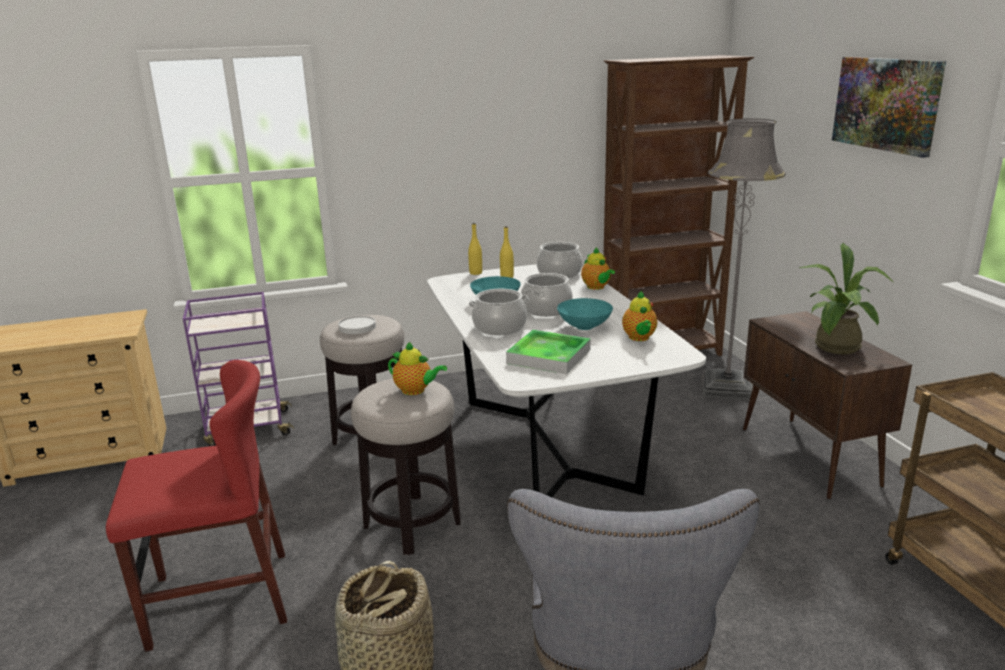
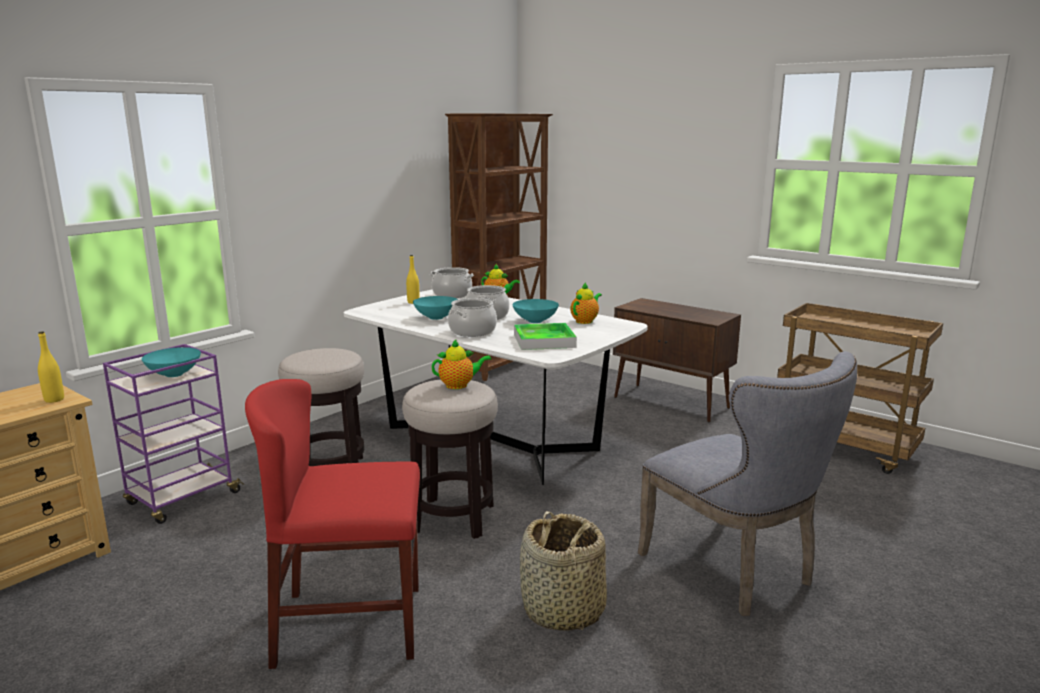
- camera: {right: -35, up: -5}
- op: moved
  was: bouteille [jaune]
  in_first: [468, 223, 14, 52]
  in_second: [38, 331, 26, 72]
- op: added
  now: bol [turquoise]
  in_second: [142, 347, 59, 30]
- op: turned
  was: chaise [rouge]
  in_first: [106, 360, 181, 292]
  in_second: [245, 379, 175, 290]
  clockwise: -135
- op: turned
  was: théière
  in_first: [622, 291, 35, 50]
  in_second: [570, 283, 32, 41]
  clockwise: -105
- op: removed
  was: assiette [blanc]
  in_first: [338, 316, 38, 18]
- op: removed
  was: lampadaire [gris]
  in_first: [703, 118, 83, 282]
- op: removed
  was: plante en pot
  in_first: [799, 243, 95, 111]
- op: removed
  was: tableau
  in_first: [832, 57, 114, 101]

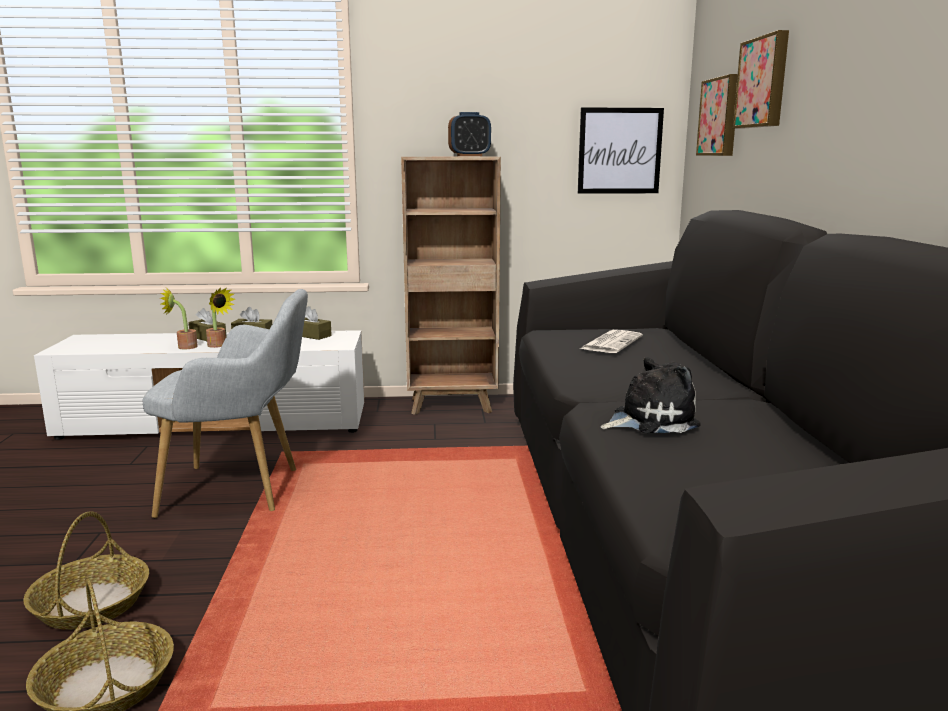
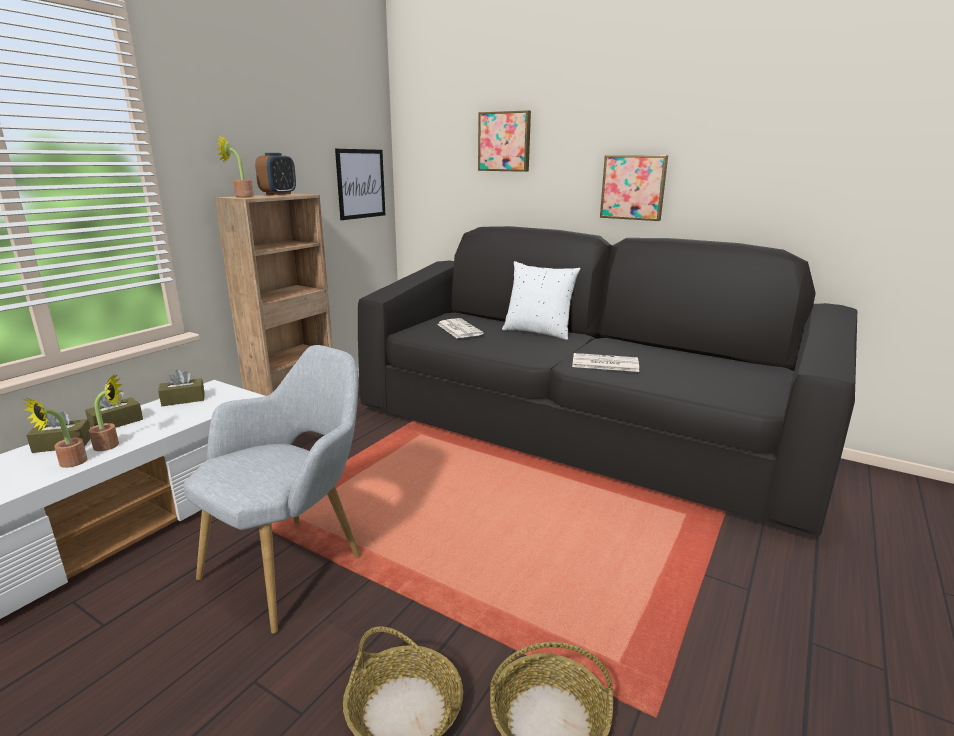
- camera: {right: -55, up: 5}
- op: added
  now: plante en pot
  in_second: [216, 135, 38, 62]
- op: added
  now: coussin [blanc]
  in_second: [502, 261, 78, 79]
- op: replaced
  was: peluche
  now: journal
  in_first: [600, 357, 101, 76]
  in_second: [572, 353, 67, 19]
- op: moved
  was: tableau
  in_first: [696, 74, 42, 82]
  in_second: [600, 155, 68, 66]

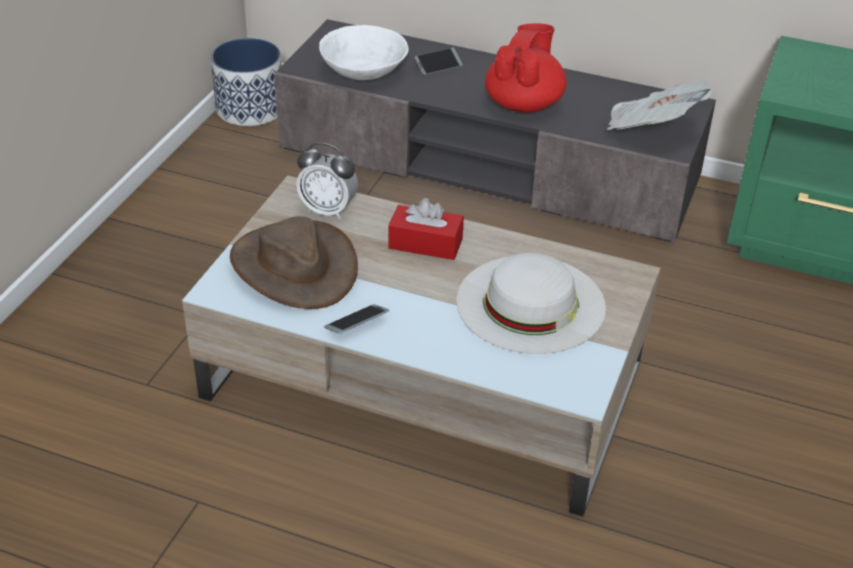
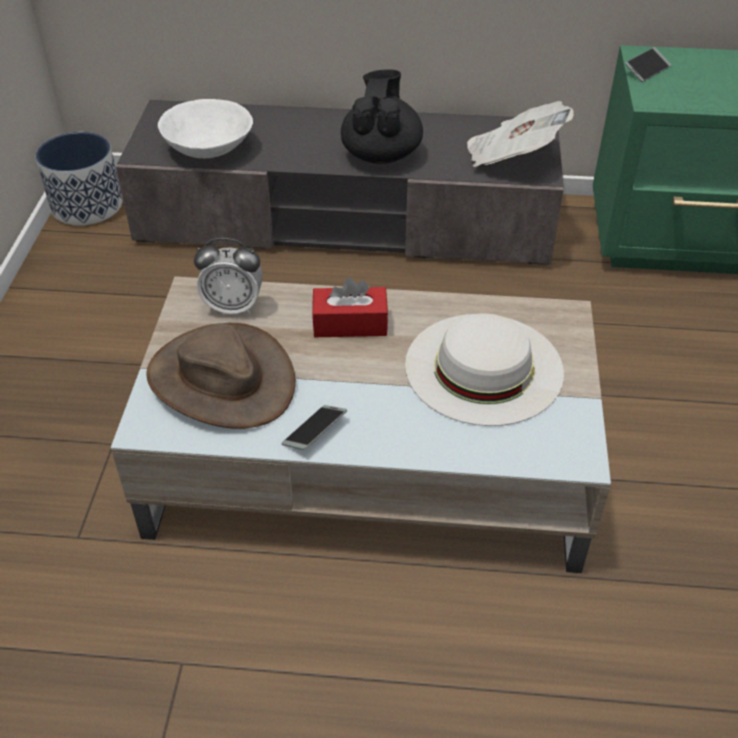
- camera: {right: -15, up: 5}
- op: recoloured
  was: théière [rouge]
  now: théière [noir]
  in_first: [485, 23, 81, 90]
  in_second: [341, 69, 82, 95]
- op: moved
  was: téléphone
  in_first: [415, 48, 48, 27]
  in_second: [625, 47, 46, 35]

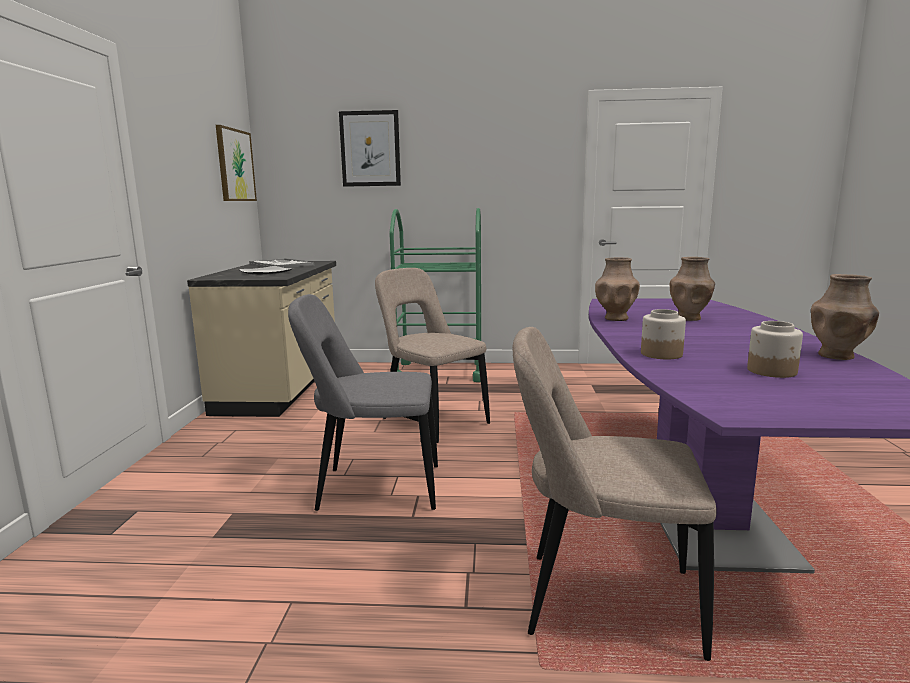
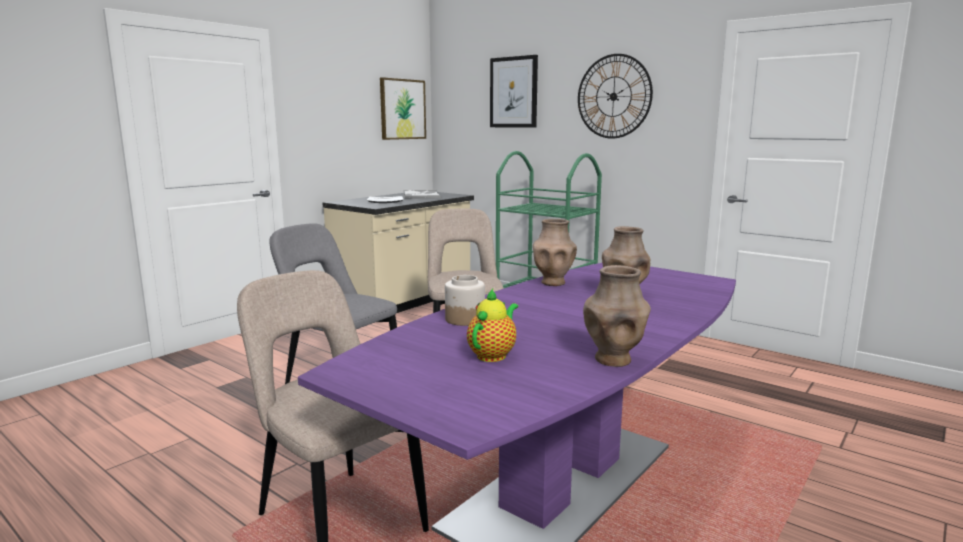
- camera: {right: 35, up: 0}
- op: replaced
  was: bocal
  now: théière
  in_first: [747, 321, 56, 57]
  in_second: [467, 289, 51, 73]
- op: added
  now: horloge murale
  in_second: [578, 54, 75, 85]

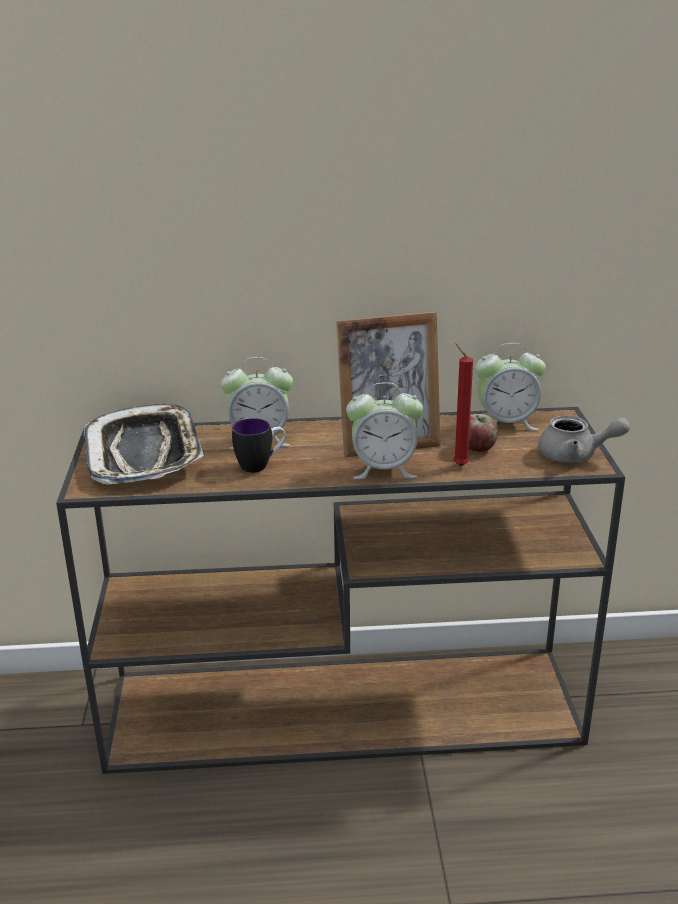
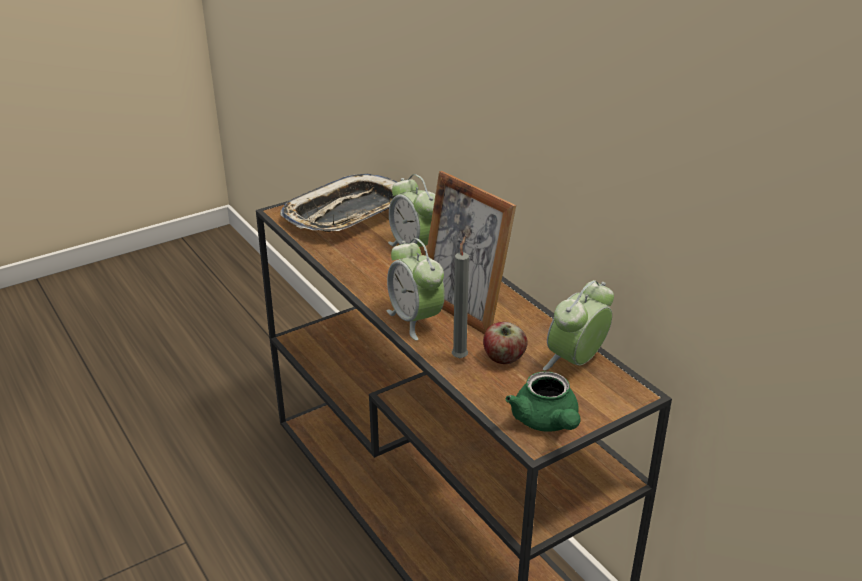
- camera: {right: 60, up: 5}
- op: recoloured
  was: bougie [rouge]
  now: bougie [gris]
  in_first: [453, 343, 20, 123]
  in_second: [452, 236, 17, 123]
- op: recoloured
  was: théière [gris]
  now: théière [vert]
  in_first: [538, 415, 92, 48]
  in_second: [505, 371, 76, 61]
- op: turned
  was: réveil
  in_first: [475, 343, 71, 88]
  in_second: [543, 280, 71, 91]
  clockwise: 75
- op: removed
  was: mug
  in_first: [232, 418, 54, 55]

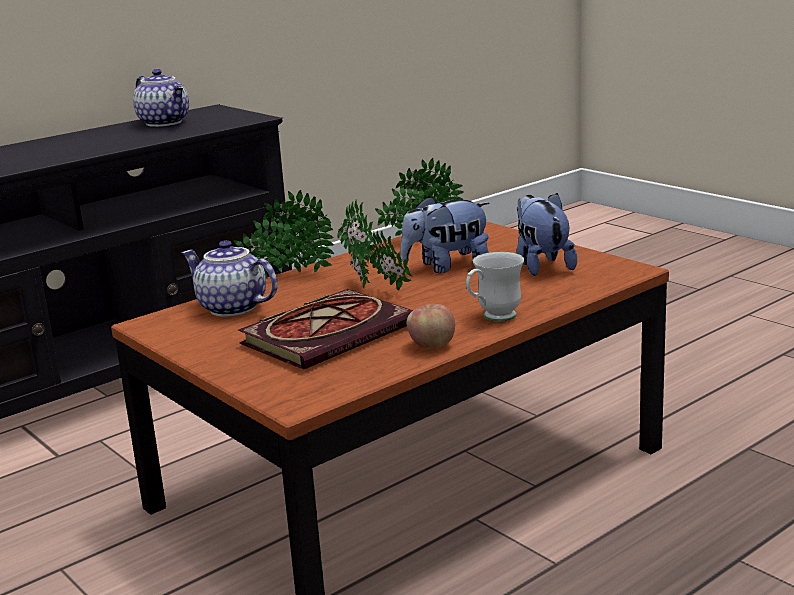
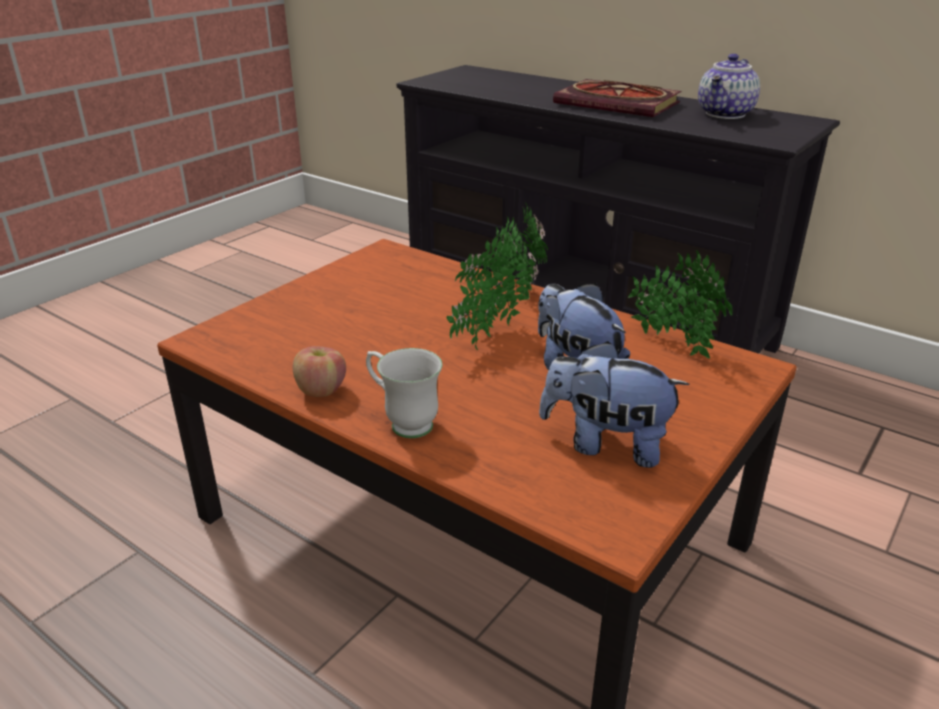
- camera: {right: 75, up: 10}
- op: turned
  was: peluche
  in_first: [517, 193, 60, 83]
  in_second: [539, 341, 151, 127]
  clockwise: -135
- op: moved
  was: livre
  in_first: [238, 289, 175, 81]
  in_second: [553, 79, 128, 38]
- op: removed
  was: théière
  in_first: [181, 240, 97, 77]

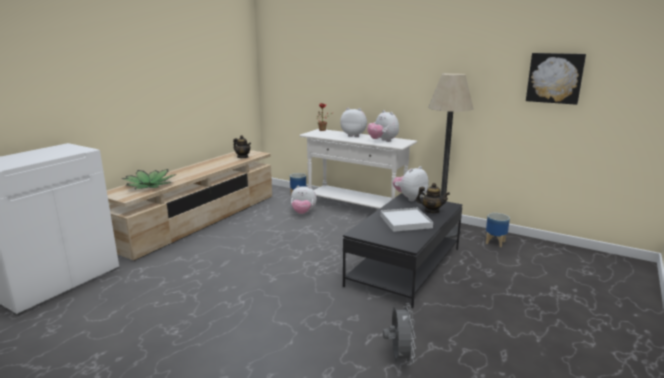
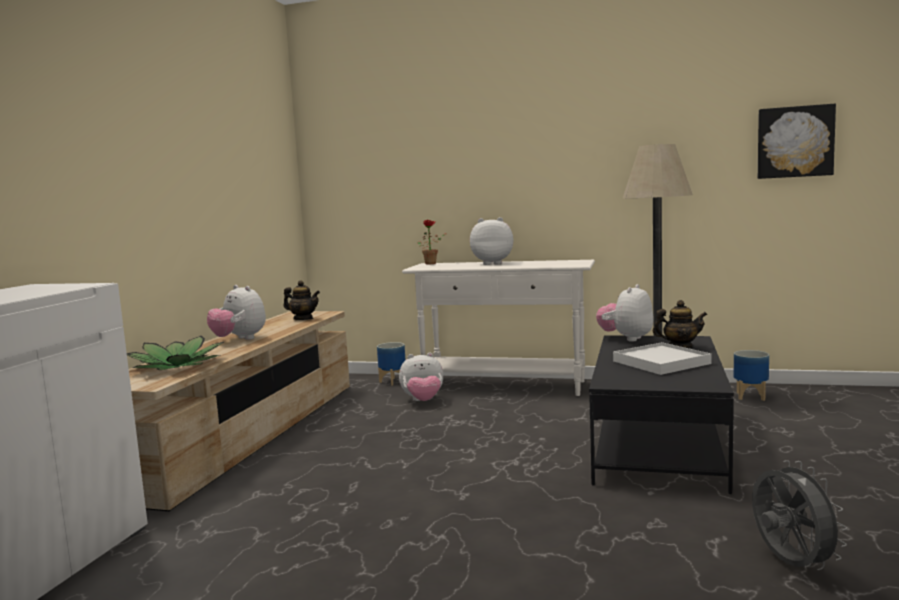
- camera: {right: -15, up: -10}
- op: moved
  was: peluche
  in_first: [367, 110, 32, 32]
  in_second: [207, 285, 59, 55]

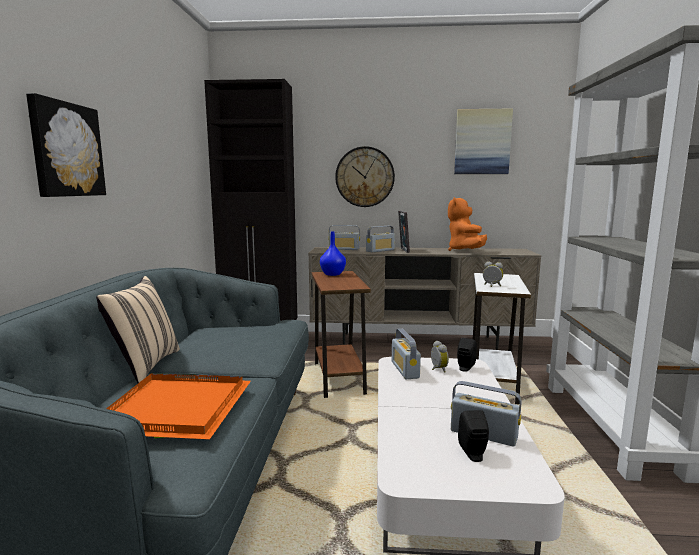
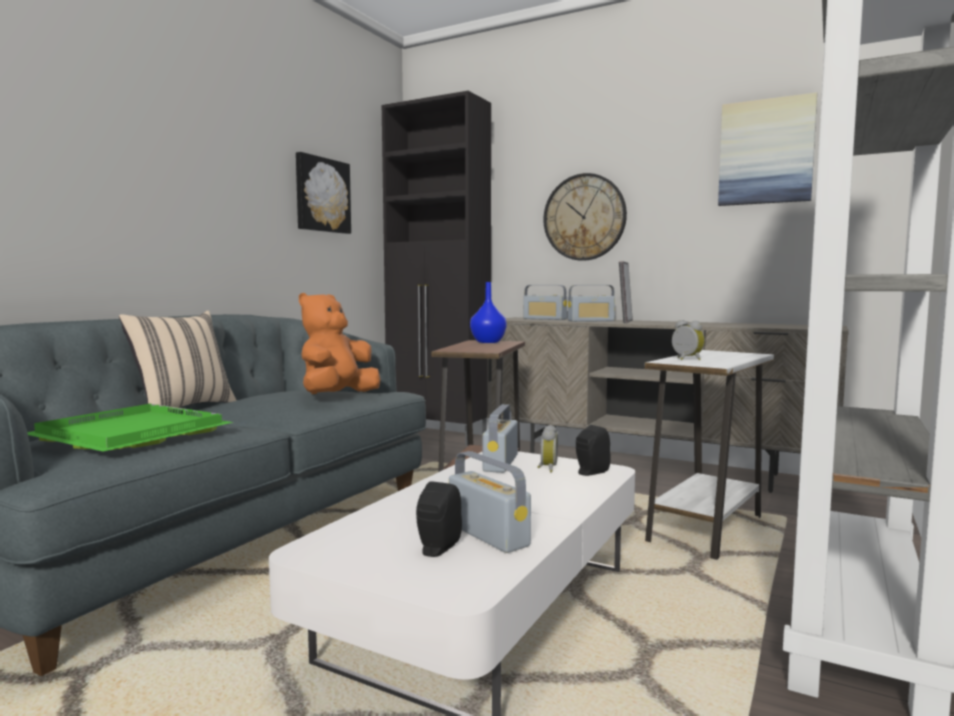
- camera: {right: 25, up: -5}
- op: recoloured
  was: plateau [orange]
  now: plateau [vert]
  in_first: [106, 373, 145, 66]
  in_second: [28, 404, 206, 48]
- op: moved
  was: tableau
  in_first: [26, 93, 80, 104]
  in_second: [296, 152, 55, 82]
- op: moved
  was: peluche [orange]
  in_first: [448, 197, 39, 54]
  in_second: [299, 293, 82, 101]

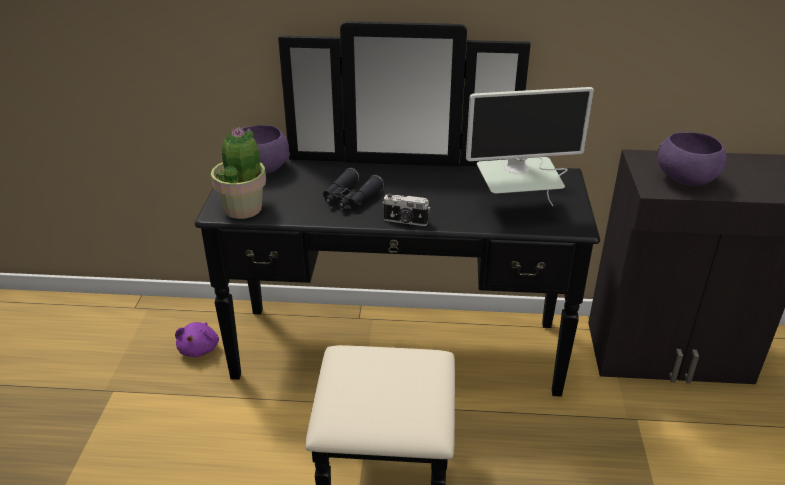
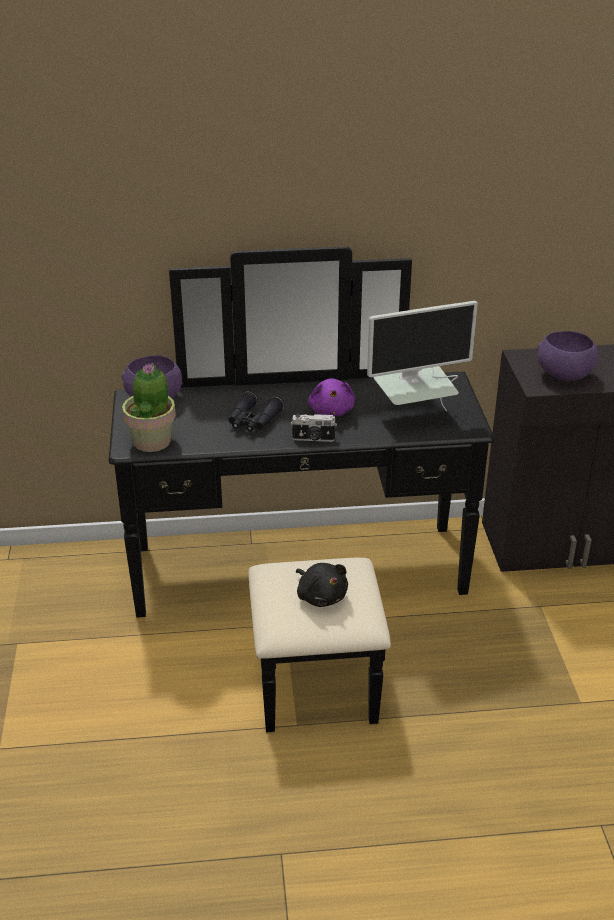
- camera: {right: -10, up: 0}
- op: added
  now: peluche [noir]
  in_second: [296, 563, 52, 44]
- op: moved
  was: peluche [violet]
  in_first: [175, 322, 44, 35]
  in_second: [308, 378, 47, 39]

